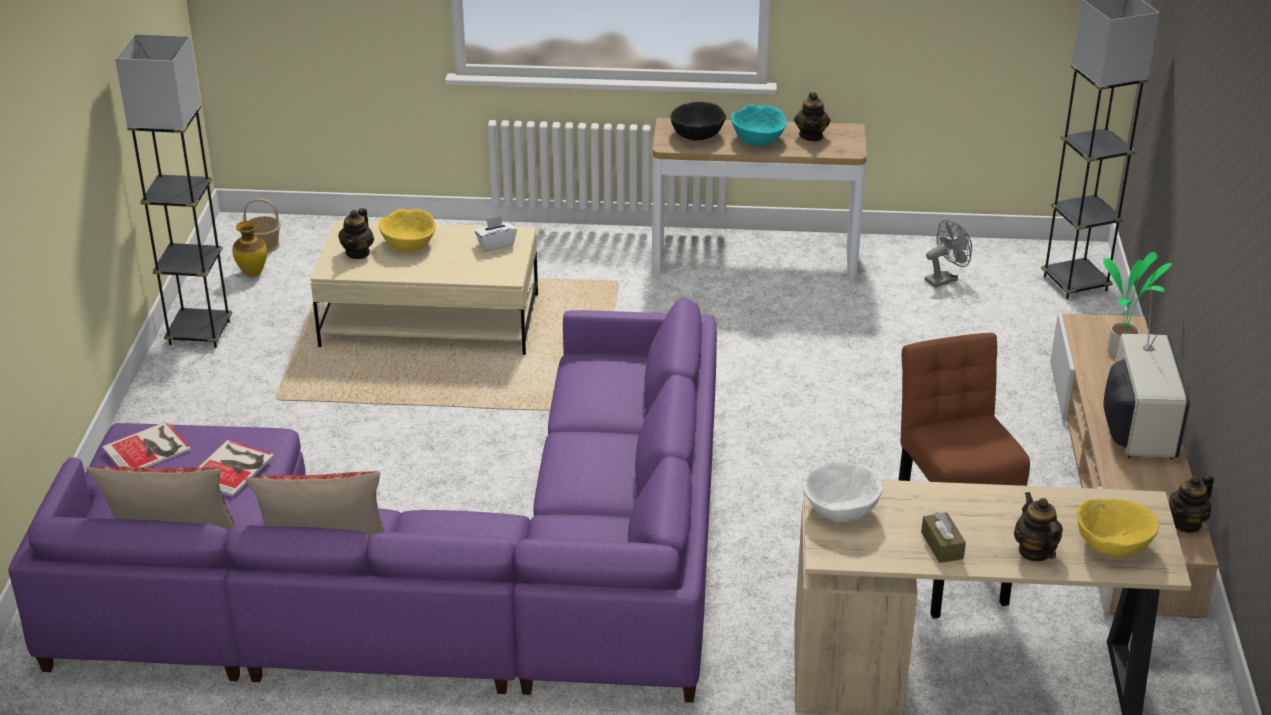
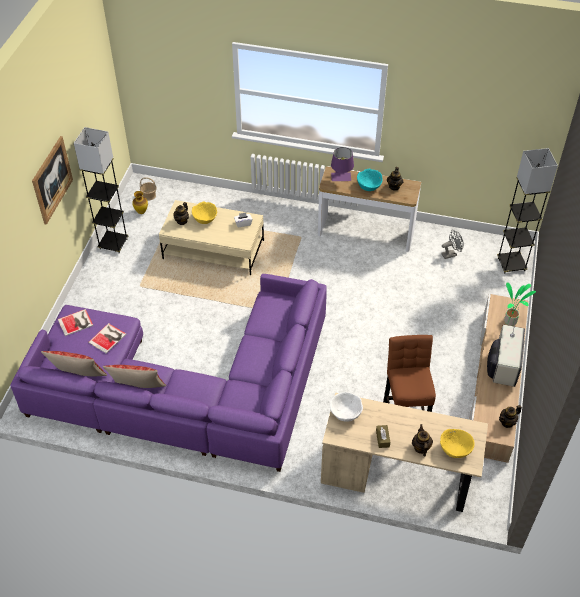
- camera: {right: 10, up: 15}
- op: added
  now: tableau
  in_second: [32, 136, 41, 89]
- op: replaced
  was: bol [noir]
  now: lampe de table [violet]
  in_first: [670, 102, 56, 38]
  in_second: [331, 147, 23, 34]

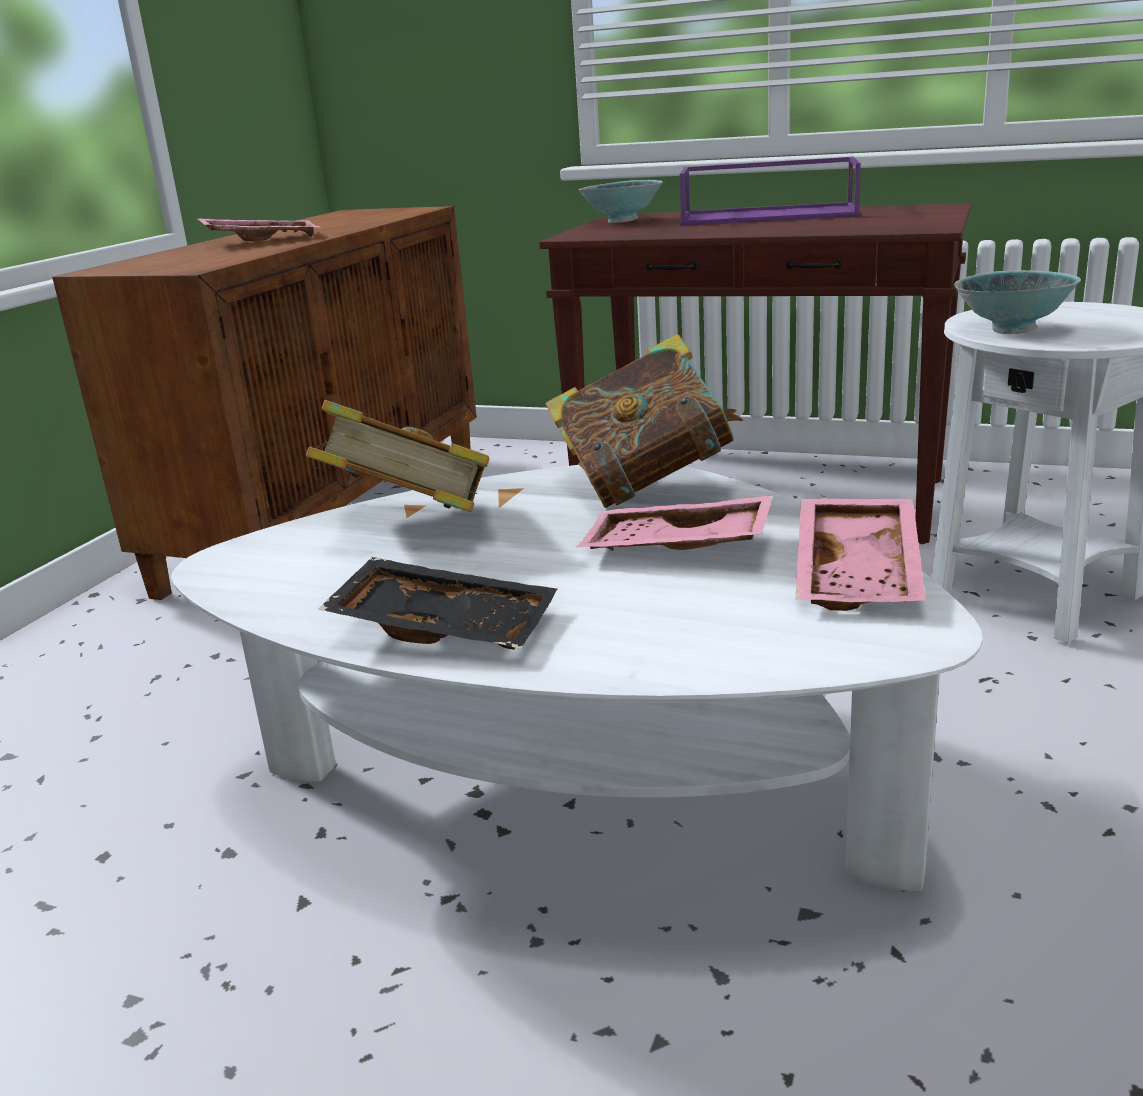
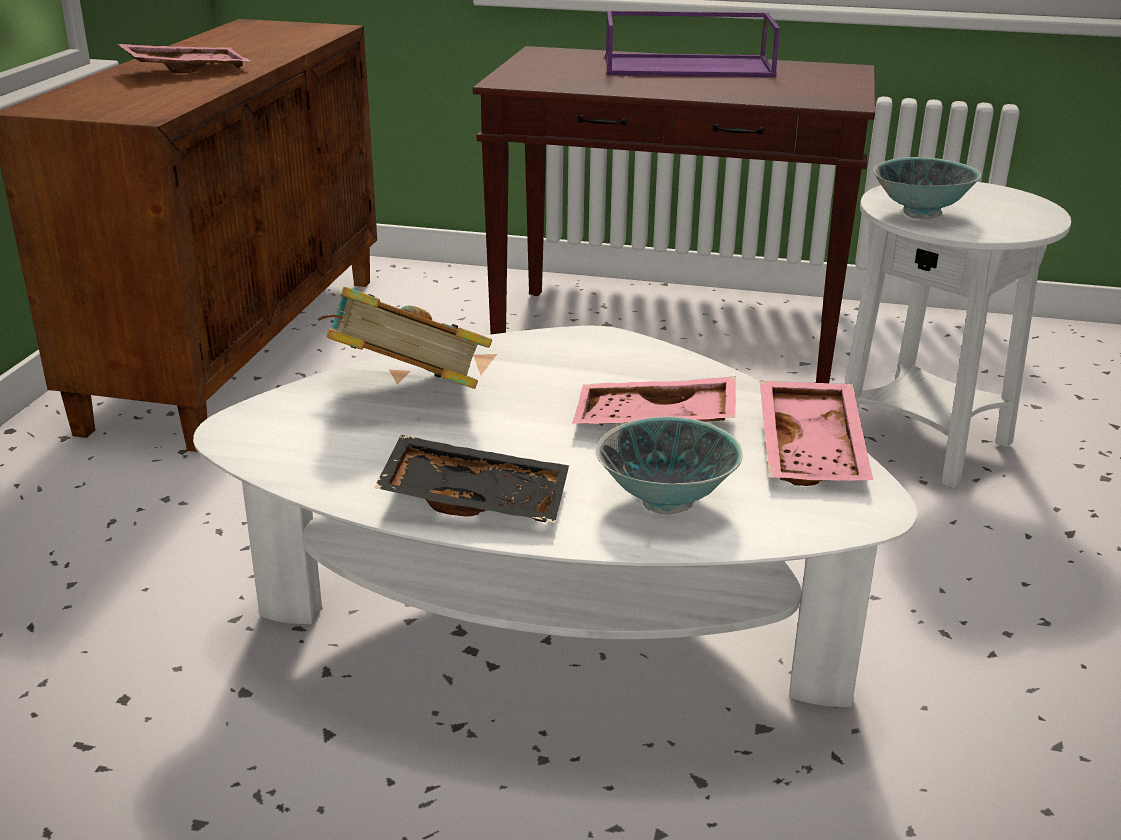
- camera: {right: -10, up: 5}
- op: moved
  was: bol
  in_first: [578, 180, 85, 43]
  in_second: [596, 416, 147, 98]
- op: removed
  was: livre
  in_first: [545, 334, 198, 174]

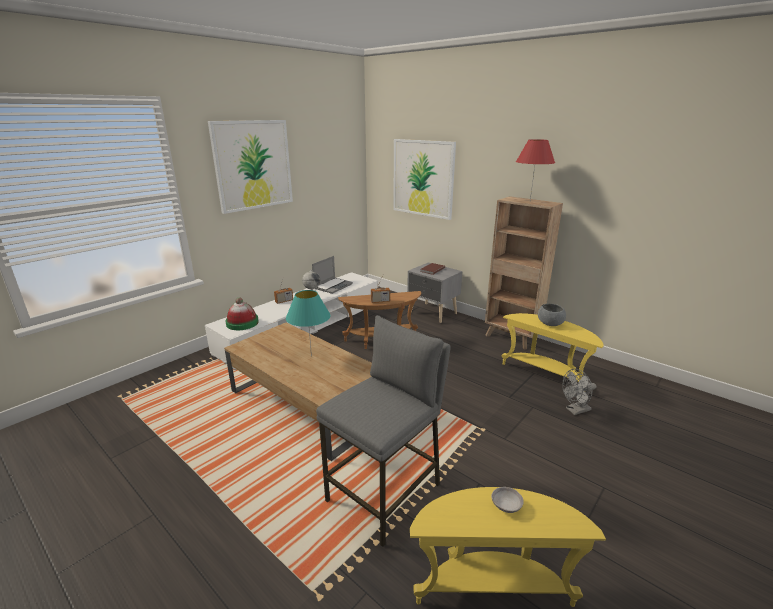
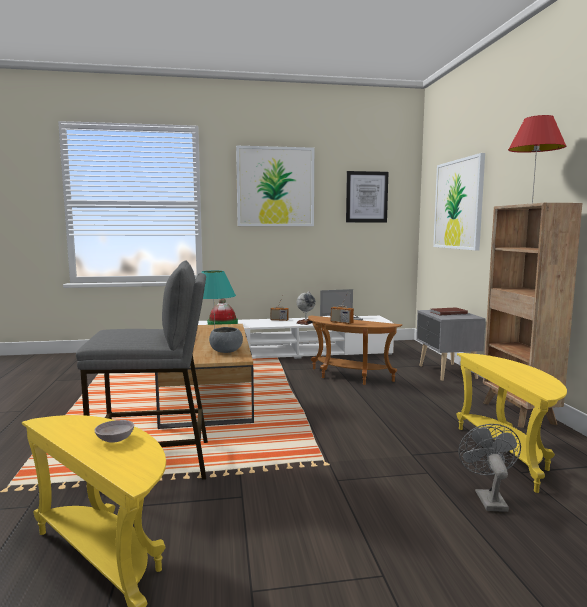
- camera: {right: 40, up: -15}
- op: moved
  was: bol [gris]
  in_first: [538, 304, 28, 22]
  in_second: [209, 327, 34, 26]
- op: added
  now: tableau
  in_second: [346, 171, 42, 51]
- op: turned
  was: ventilateur [gris]
  in_first: [562, 369, 34, 46]
  in_second: [459, 424, 62, 88]
  clockwise: 75

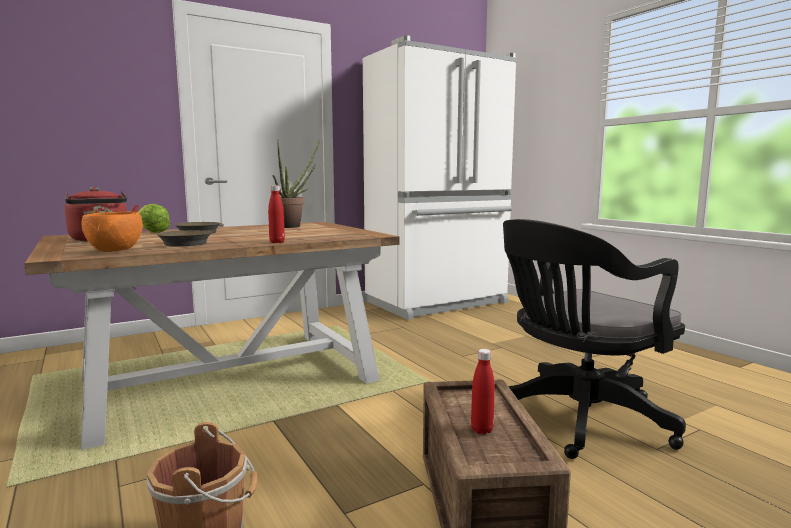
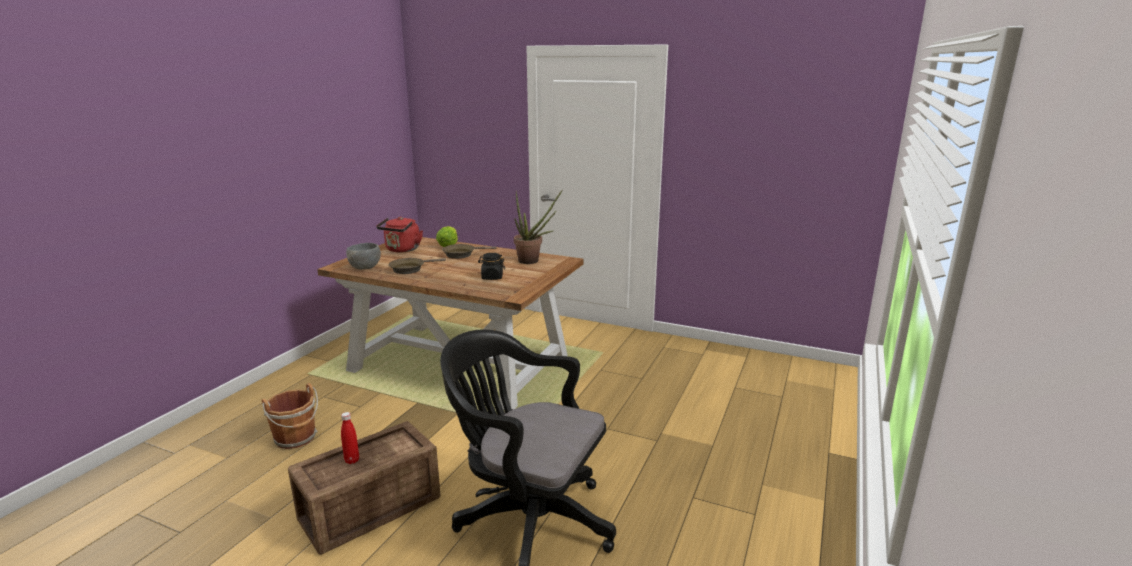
- camera: {right: 55, up: 10}
- op: recoloured
  was: bol [orange]
  now: bol [gris]
  in_first: [81, 212, 62, 40]
  in_second: [346, 243, 35, 26]
- op: added
  now: bocal [noir]
  in_second: [478, 253, 27, 27]
- op: removed
  was: bouteille [rouge]
  in_first: [268, 185, 17, 58]
- op: removed
  was: réfrigérateur [blanc]
  in_first: [363, 35, 154, 285]

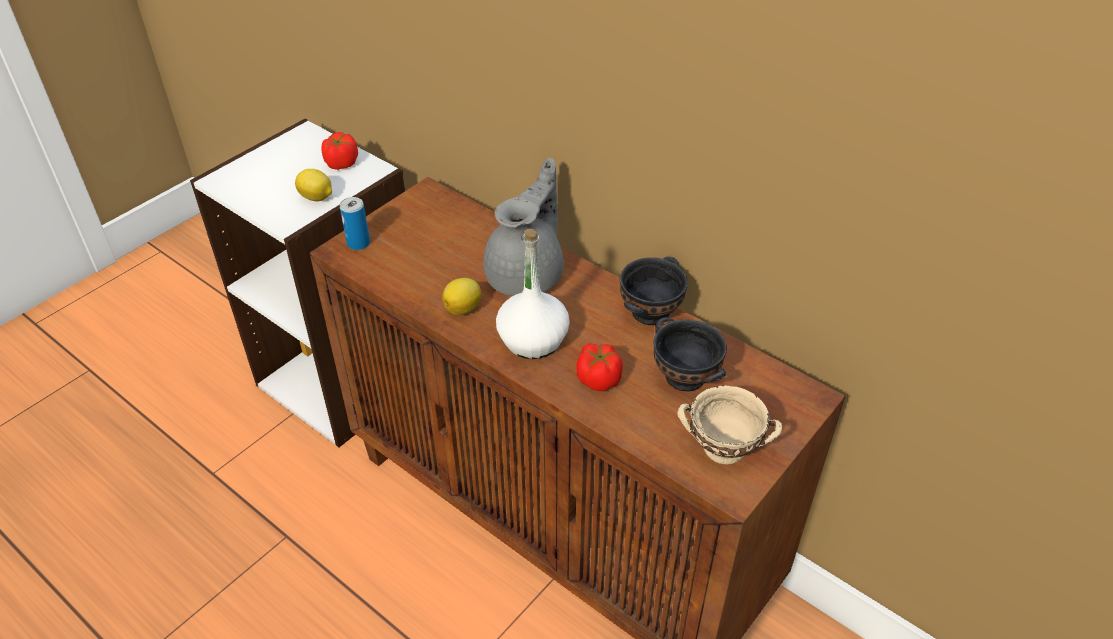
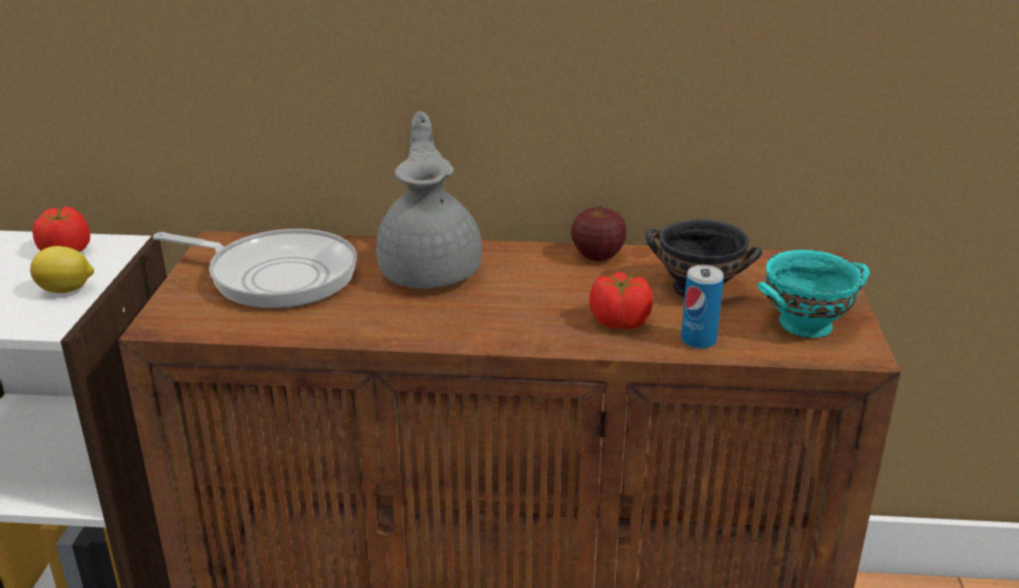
- camera: {right: -35, up: -15}
- op: added
  now: poêle
  in_second: [153, 229, 204, 80]
- op: replaced
  was: bol [noir]
  now: pomme
  in_first: [620, 257, 68, 68]
  in_second: [571, 206, 56, 55]
- op: moved
  was: boîte métallique
  in_first: [340, 197, 30, 53]
  in_second: [681, 265, 43, 84]
- op: recoloured
  was: bol [beige]
  now: bol [turquoise]
  in_first: [677, 385, 105, 79]
  in_second: [757, 250, 113, 88]
- op: removed
  was: citron
  in_first: [442, 278, 39, 37]
- op: removed
  was: bouteille [blanc]
  in_first: [496, 229, 74, 130]

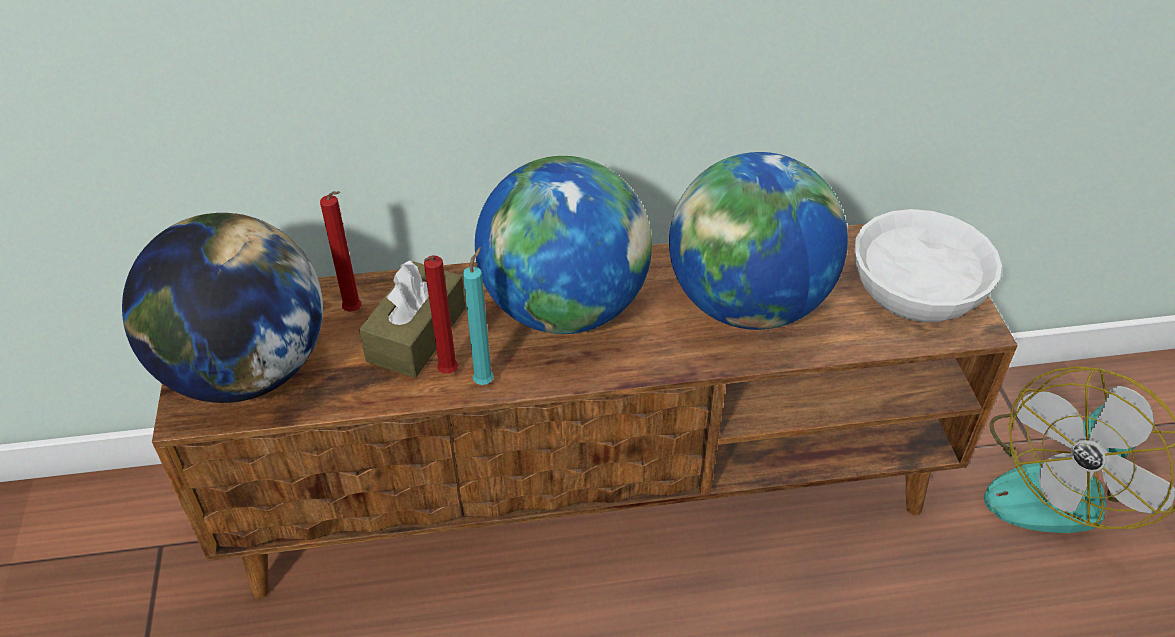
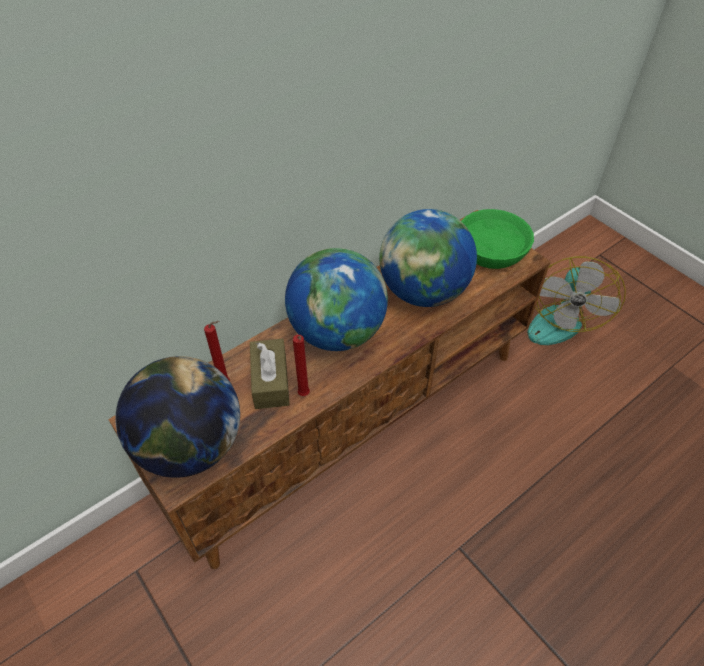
- camera: {right: -30, up: 5}
- op: recoloured
  was: bol [blanc]
  now: bol [vert]
  in_first: [855, 209, 147, 113]
  in_second: [461, 209, 73, 60]
- op: removed
  was: bougie [turquoise]
  in_first: [463, 247, 31, 138]

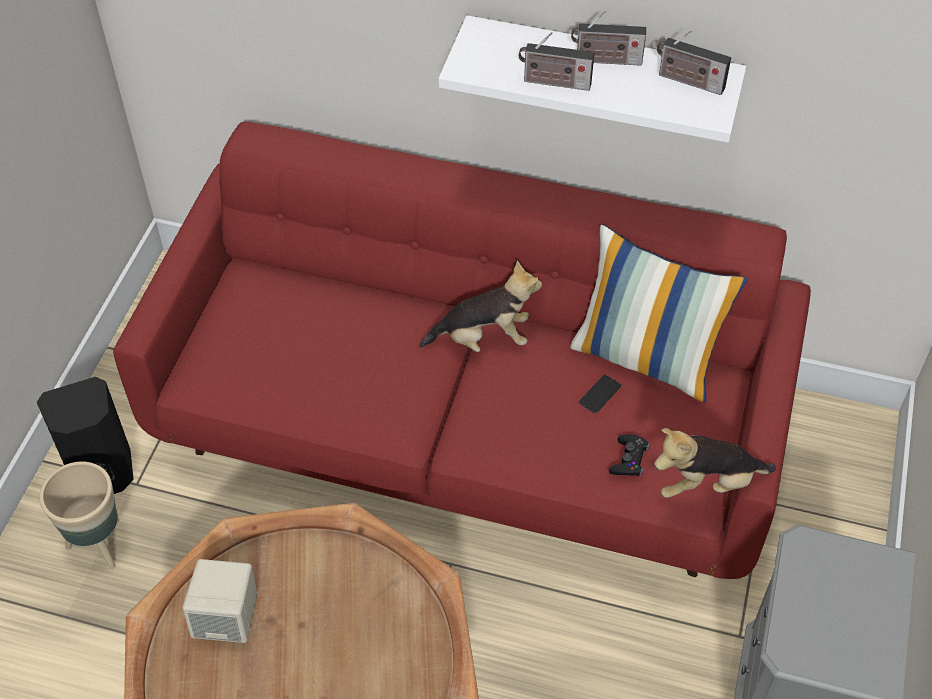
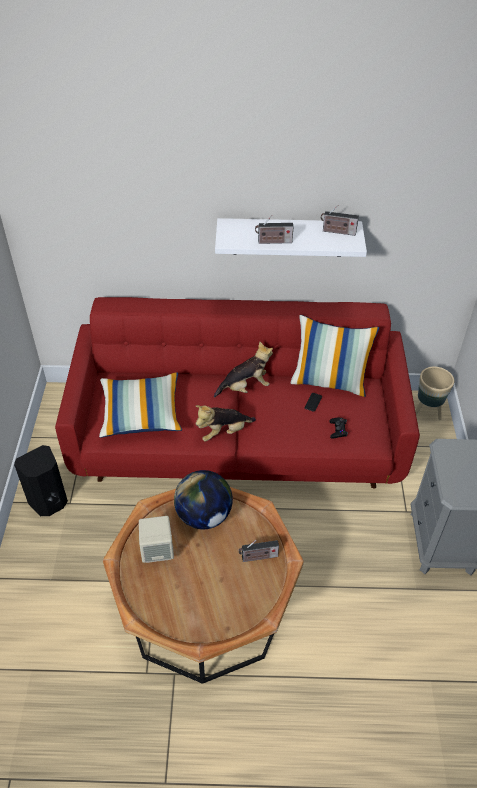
- camera: {right: -15, up: -5}
- op: added
  now: coussin
  in_second: [99, 372, 83, 66]
- op: added
  now: globe
  in_second: [174, 470, 59, 59]
- op: moved
  was: peluche
  in_first: [654, 428, 122, 70]
  in_second: [196, 405, 60, 36]
- op: moved
  was: radio
  in_first: [571, 10, 75, 56]
  in_second: [238, 540, 41, 22]
- op: moved
  was: cache-pot [beige]
  in_first: [39, 461, 80, 108]
  in_second: [415, 367, 39, 53]

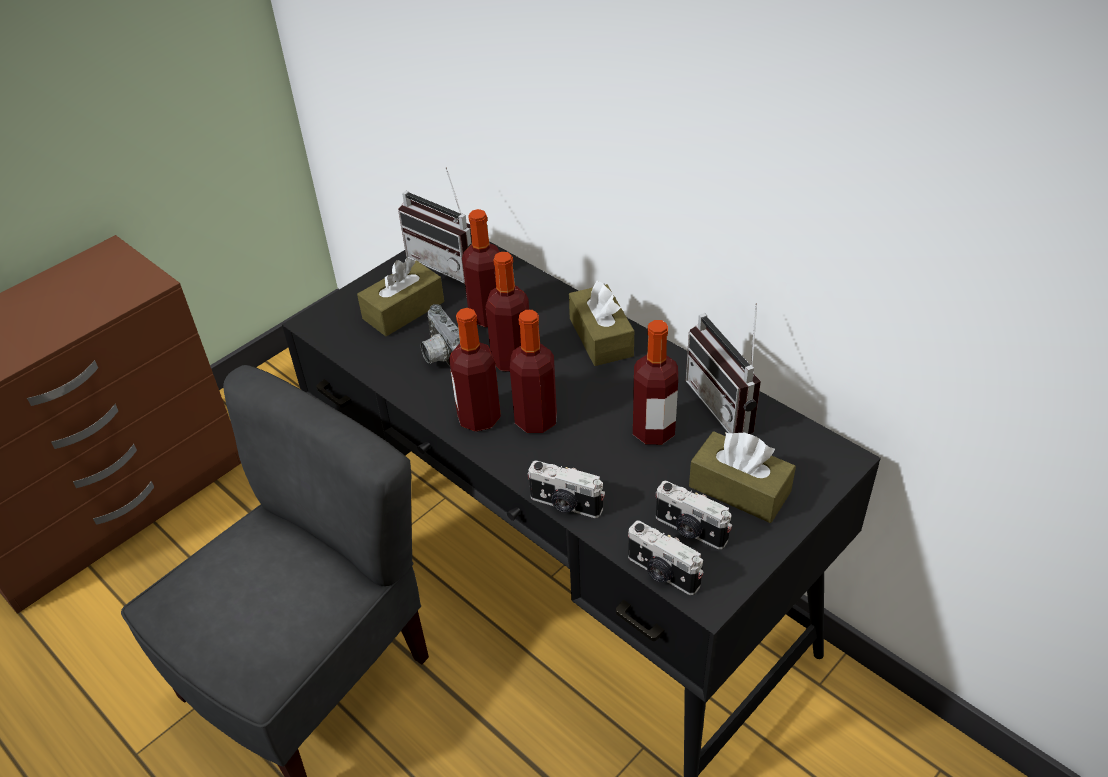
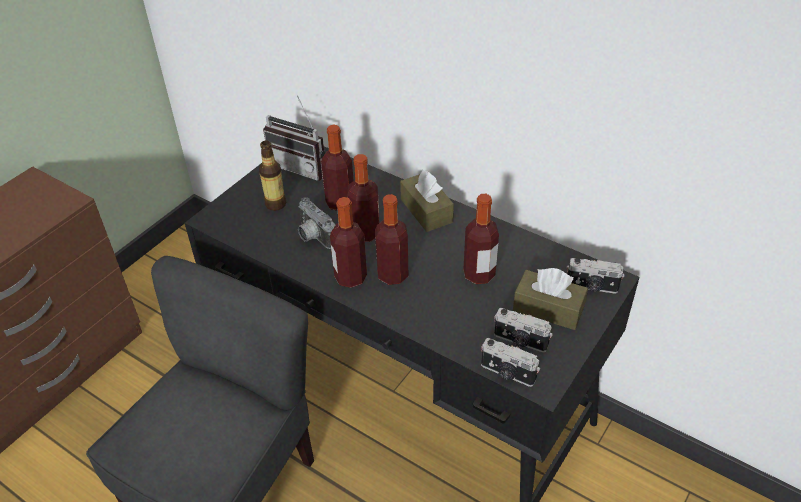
- camera: {right: -10, up: 0}
- op: replaced
  was: boîte à mouchoirs [marron]
  now: bouteille
  in_first: [357, 258, 87, 78]
  in_second: [259, 141, 27, 70]
- op: moved
  was: appareil photo
  in_first: [527, 460, 78, 58]
  in_second: [567, 258, 57, 36]
- op: removed
  was: radio
  in_first: [686, 303, 75, 131]

